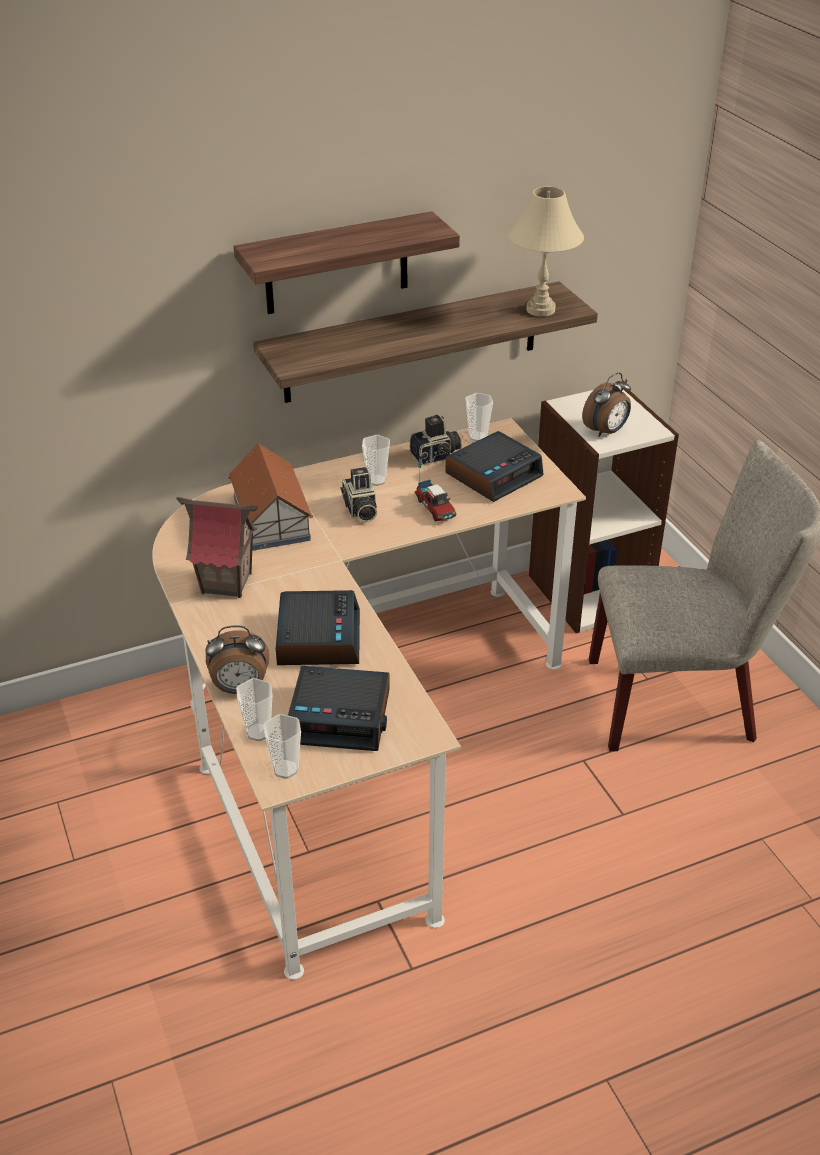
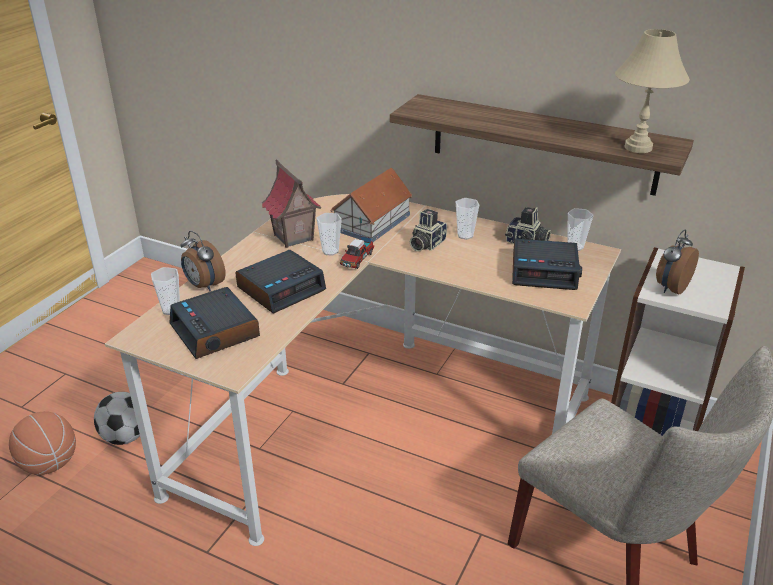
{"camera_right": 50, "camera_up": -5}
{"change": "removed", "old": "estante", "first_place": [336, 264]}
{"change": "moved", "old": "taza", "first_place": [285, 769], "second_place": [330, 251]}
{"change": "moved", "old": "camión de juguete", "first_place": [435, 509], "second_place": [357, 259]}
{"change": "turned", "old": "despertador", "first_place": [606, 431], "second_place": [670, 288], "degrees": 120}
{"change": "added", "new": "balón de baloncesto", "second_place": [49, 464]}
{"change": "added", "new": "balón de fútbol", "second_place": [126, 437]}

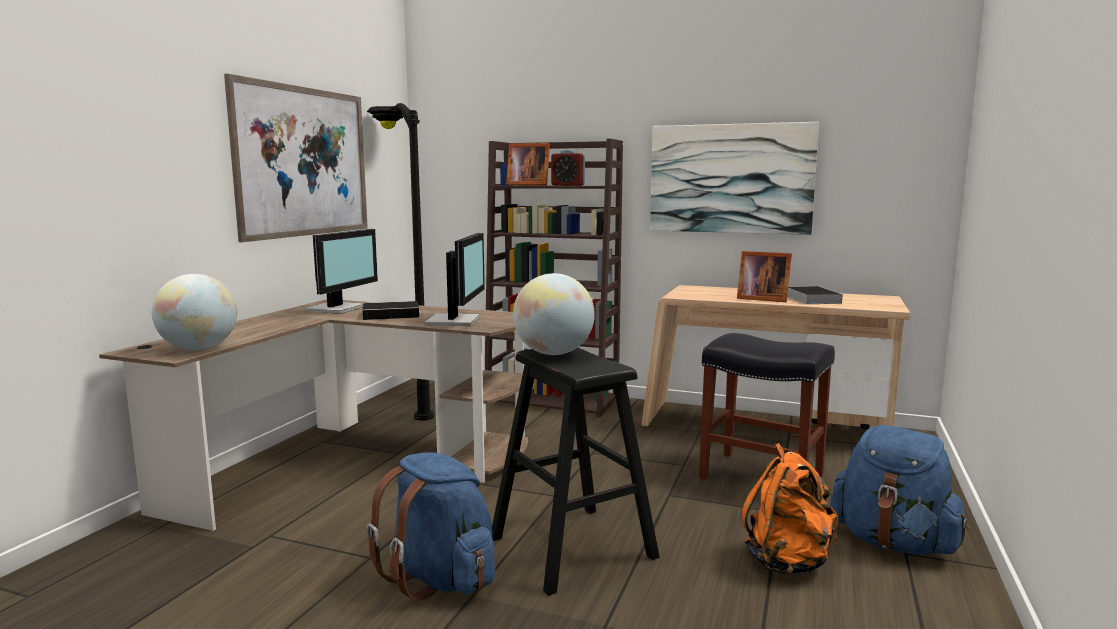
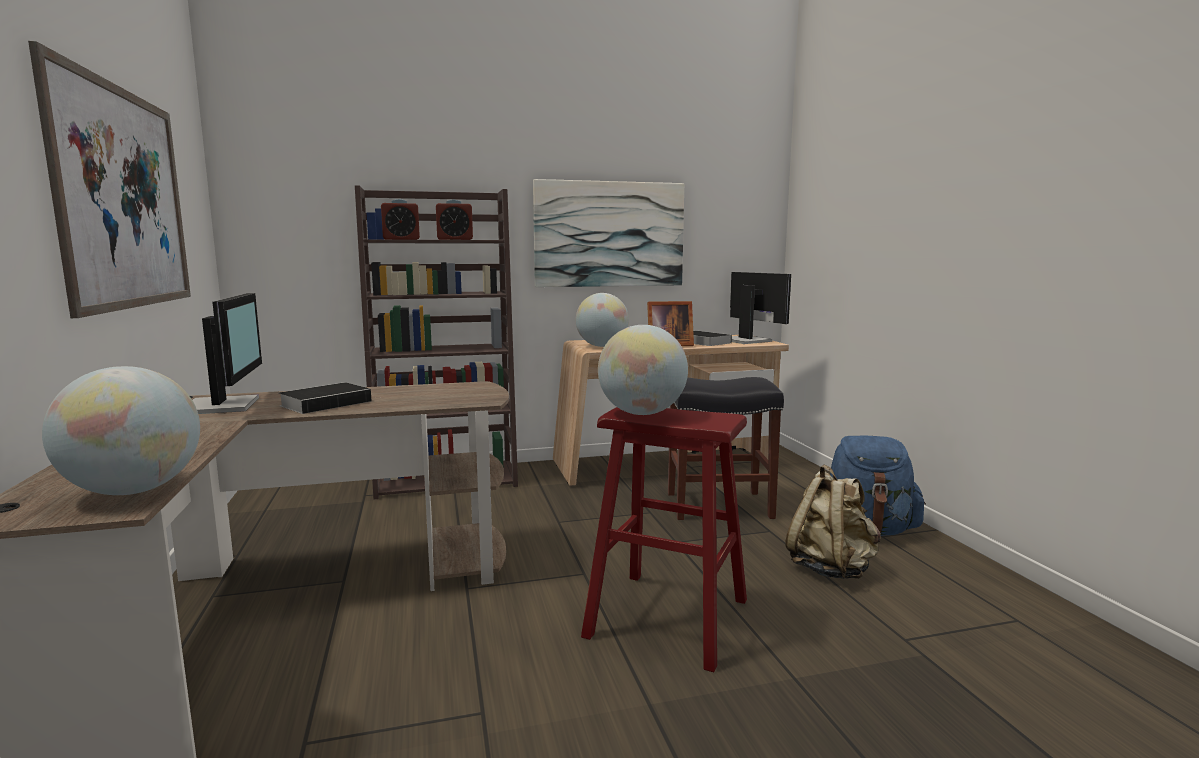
{"camera_right": -35, "camera_up": 0}
{"change": "removed", "old": "mochila/azul", "first_place": [440, 578]}
{"change": "removed", "old": "lámpara de pie/negro", "first_place": [406, 400]}
{"change": "moved", "old": "monitor", "first_place": [456, 320], "second_place": [746, 340]}
{"change": "recoloured", "old": "taburete/negro", "new": "taburete/rojo", "first_place": [572, 547], "second_place": [668, 617]}
{"change": "replaced", "old": "portarretratos", "new": "despertador", "first_place": [527, 185], "second_place": [401, 239]}
{"change": "recoloured", "old": "mochila/naranja", "new": "mochila/beis", "first_place": [788, 562], "second_place": [831, 568]}
{"change": "added", "new": "globo terráqueo", "second_place": [602, 346]}

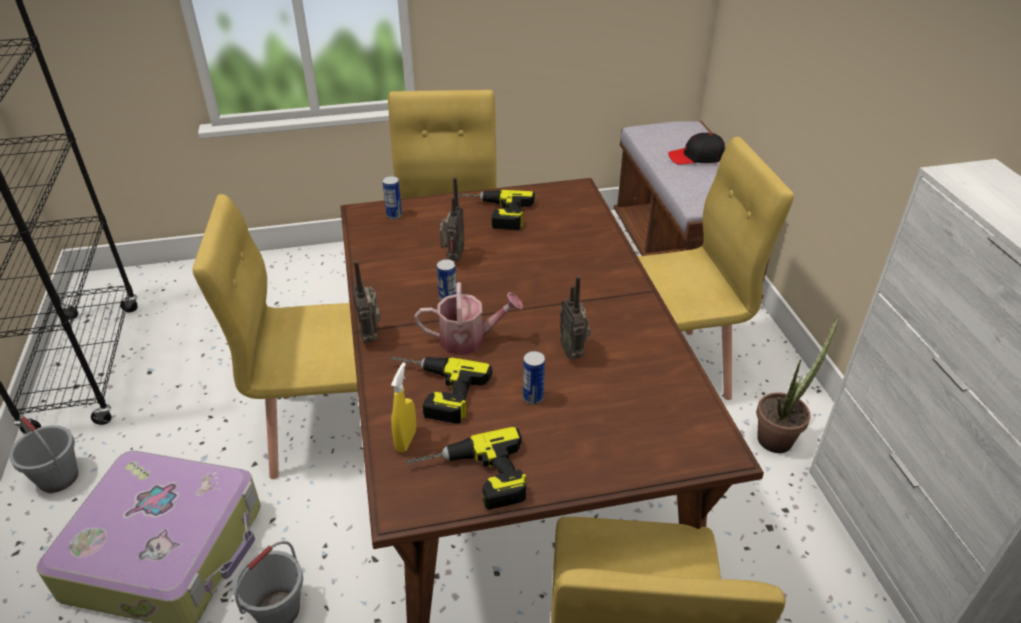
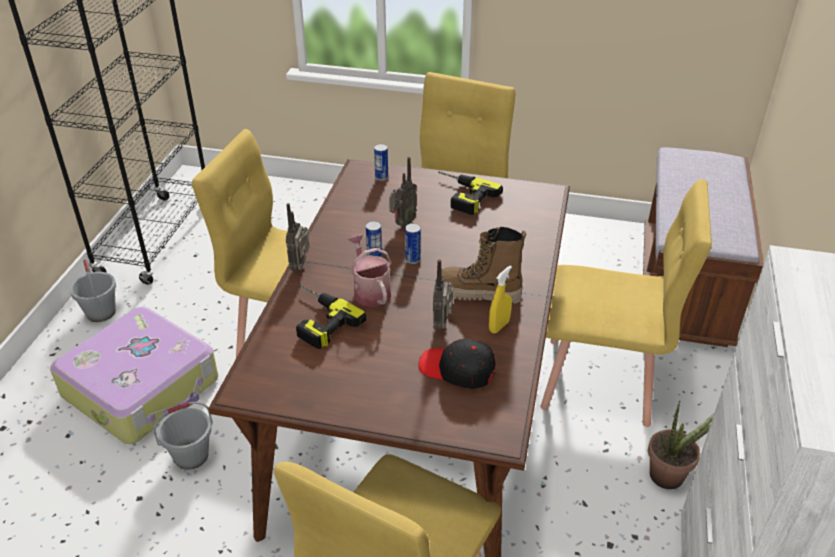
{"camera_right": 25, "camera_up": 0}
{"change": "moved", "old": "pulverizador/amarillo", "first_place": [406, 440], "second_place": [499, 326]}
{"change": "removed", "old": "taladro", "first_place": [471, 479]}
{"change": "turned", "old": "regadera", "first_place": [469, 339], "second_place": [370, 290], "degrees": -135}
{"change": "moved", "old": "lata", "first_place": [533, 397], "second_place": [413, 259]}
{"change": "moved", "old": "gorra/negro", "first_place": [696, 157], "second_place": [457, 369]}
{"change": "added", "new": "bota", "second_place": [478, 294]}

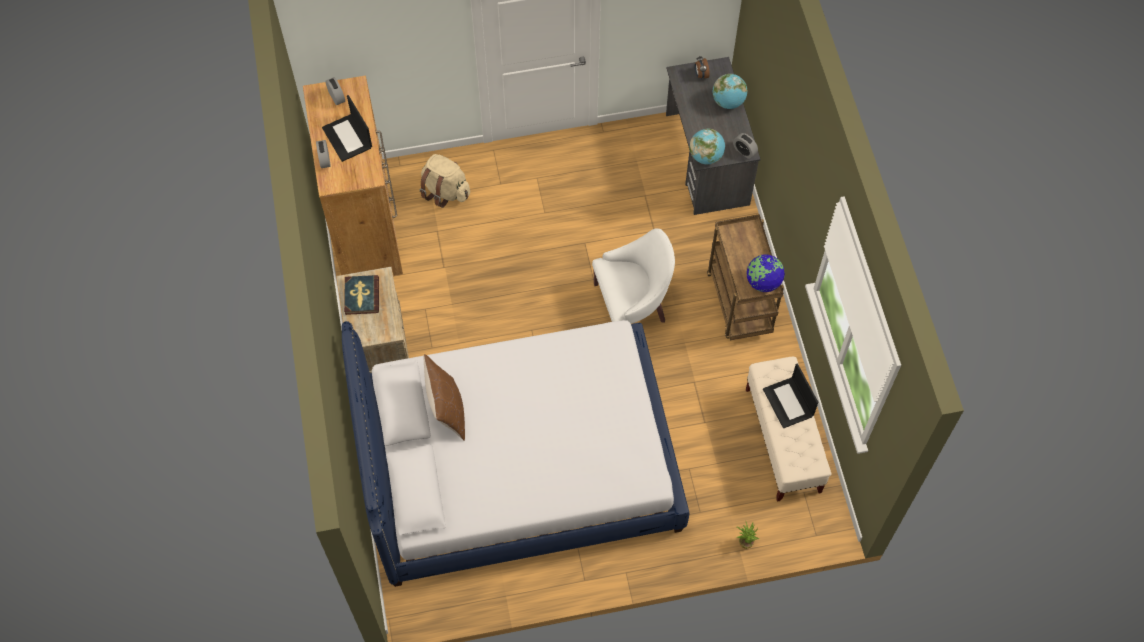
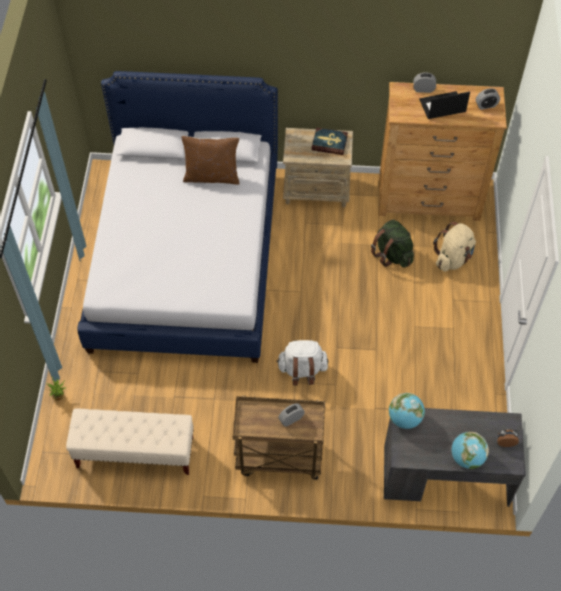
{"camera_right": 105, "camera_up": -5}
{"change": "replaced", "old": "sillón/blanco", "new": "mochila/blanco", "first_place": [631, 306], "second_place": [302, 370]}
{"change": "moved", "old": "despertador", "first_place": [744, 151], "second_place": [291, 419]}
{"change": "removed", "old": "globo terráqueo", "first_place": [763, 282]}
{"change": "removed", "old": "portátil", "first_place": [789, 403]}
{"change": "added", "new": "mochila/verde", "second_place": [392, 254]}

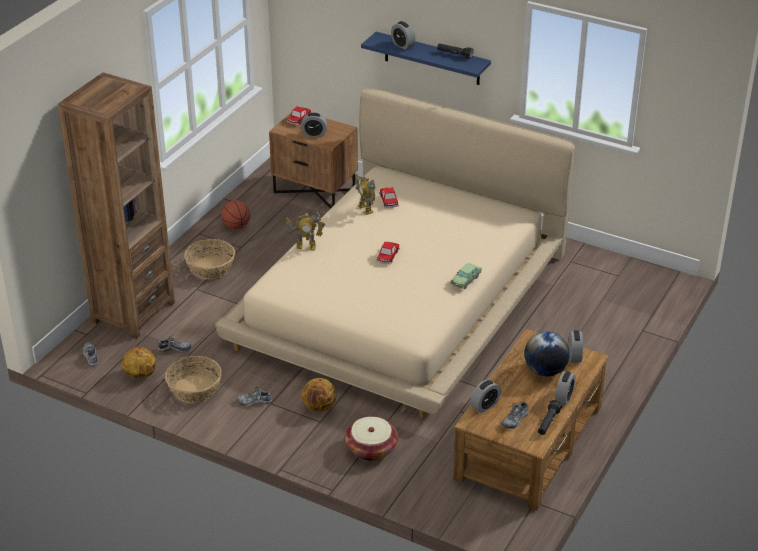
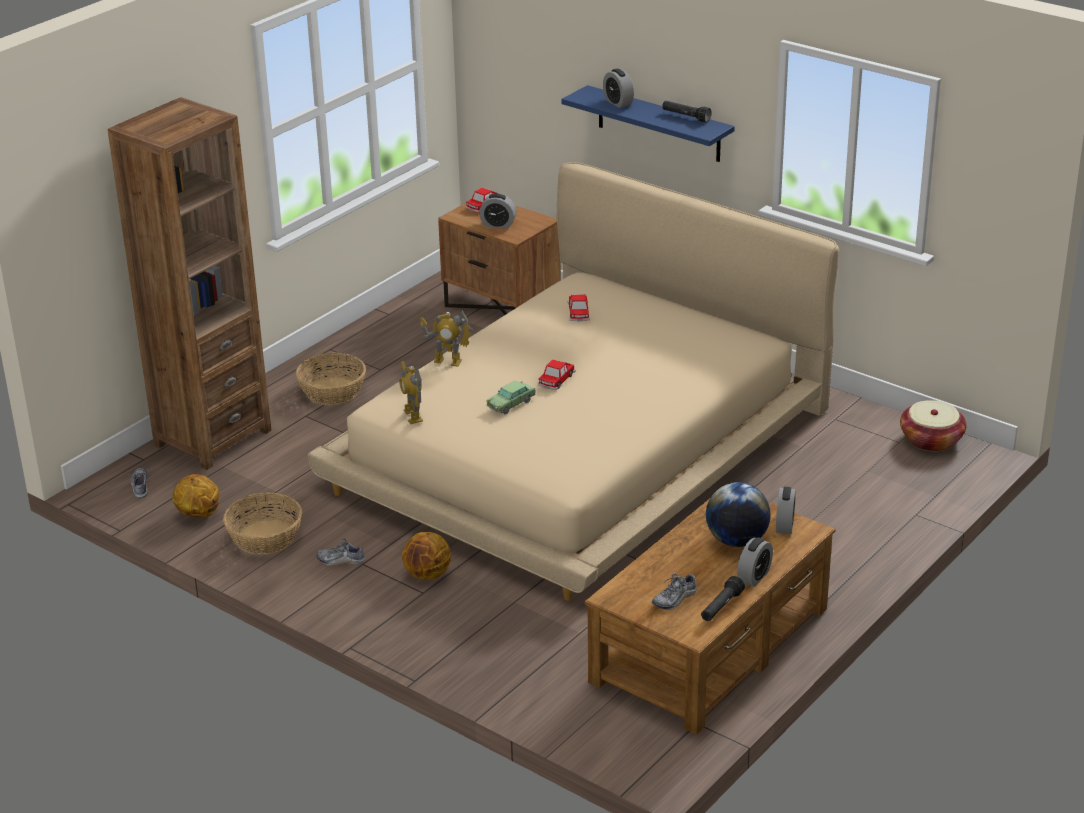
{"camera_right": 10, "camera_up": -5}
{"change": "removed", "old": "zapato", "first_place": [174, 349]}
{"change": "removed", "old": "balón de baloncesto", "first_place": [236, 226]}
{"change": "moved", "old": "cesta", "first_place": [371, 449], "second_place": [931, 440]}
{"change": "moved", "old": "robot de juguete", "first_place": [365, 209], "second_place": [412, 416]}
{"change": "moved", "old": "coche de juguete", "first_place": [465, 280], "second_place": [511, 404]}
{"change": "removed", "old": "despertador", "first_place": [485, 405]}

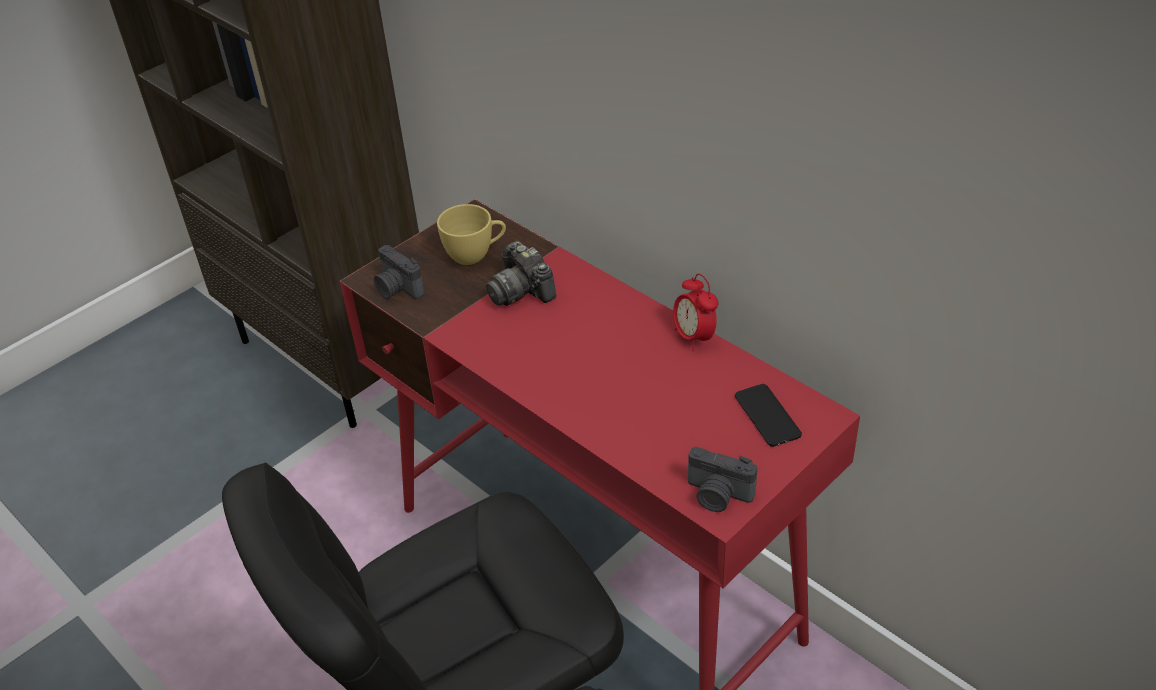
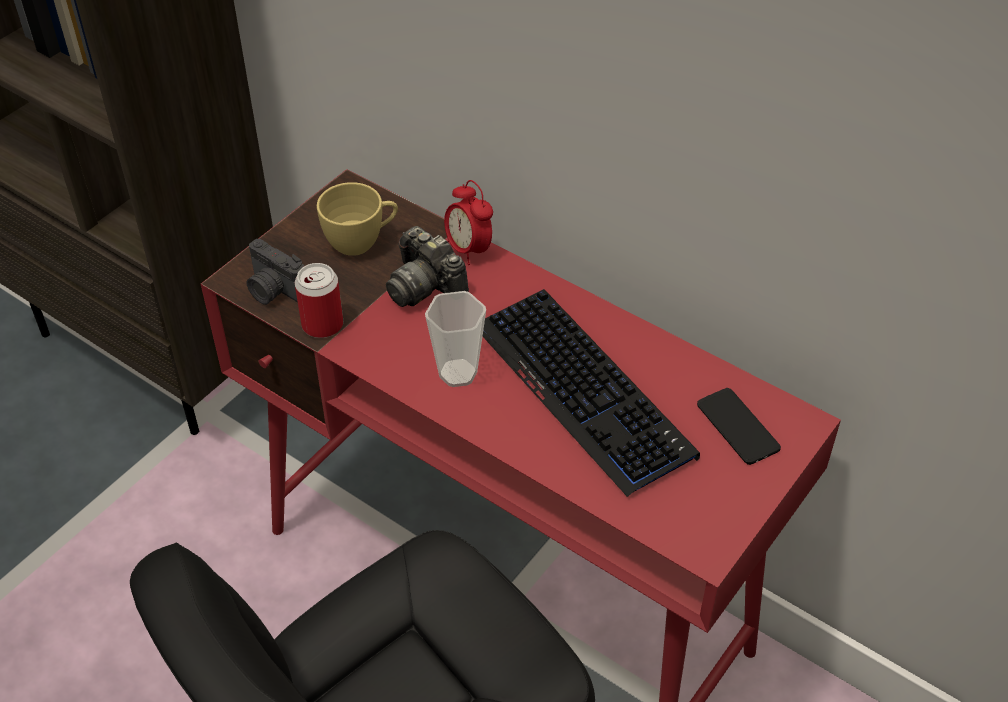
{"camera_right": -10, "camera_up": 5}
{"change": "moved", "old": "despertador", "first_place": [694, 337], "second_place": [468, 249]}
{"change": "removed", "old": "cámara", "first_place": [717, 495]}
{"change": "added", "new": "lata", "second_place": [322, 324]}
{"change": "added", "new": "taza", "second_place": [458, 373]}
{"change": "added", "new": "teclado", "second_place": [583, 391]}

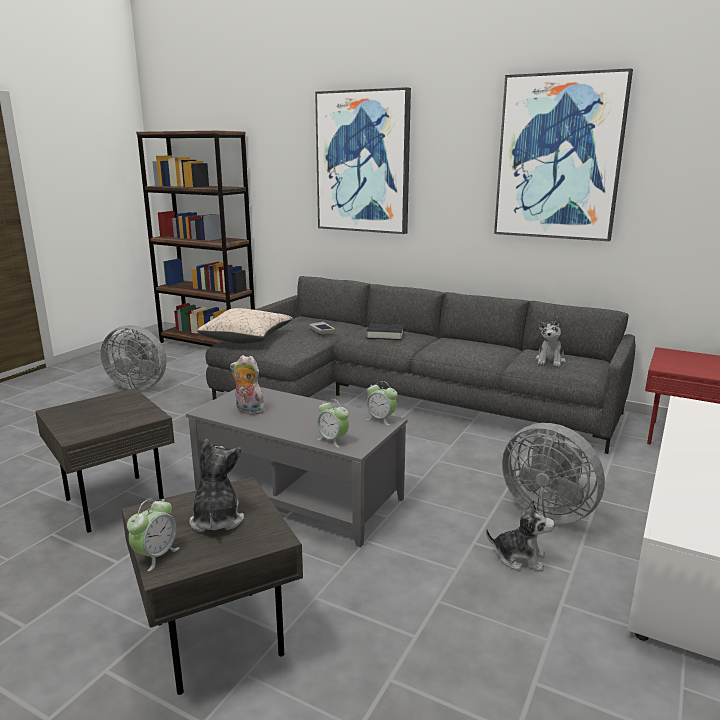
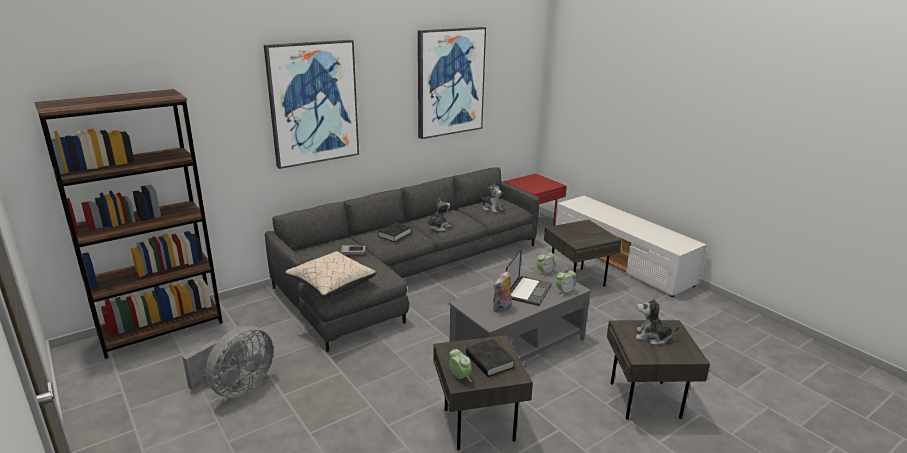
{"camera_right": -65, "camera_up": 5}
{"change": "moved", "old": "despertador", "first_place": [155, 556], "second_place": [459, 377]}
{"change": "moved", "old": "peluche", "first_place": [519, 558], "second_place": [438, 227]}
{"change": "replaced", "old": "ventilador/gris", "new": "mesa auxiliar/gris", "first_place": [548, 510], "second_place": [577, 280]}
{"change": "added", "new": "libro/negro", "second_place": [489, 361]}
{"change": "added", "new": "portátil", "second_place": [528, 291]}

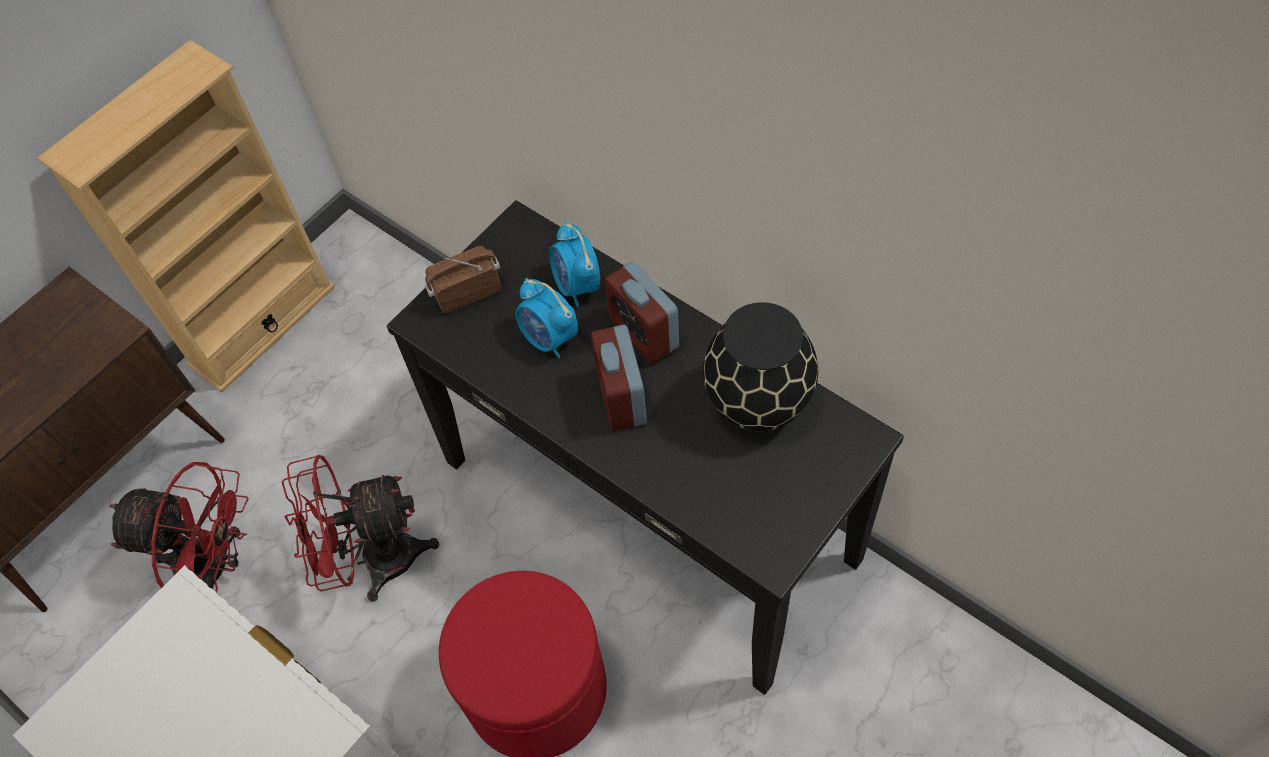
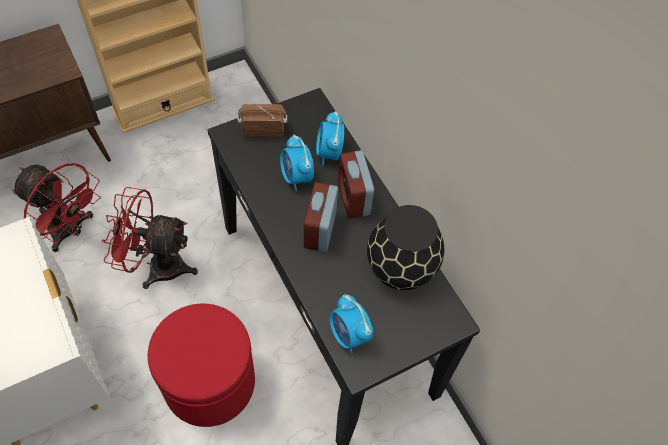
{"camera_right": 15, "camera_up": 0}
{"change": "added", "new": "despertador", "second_place": [349, 335]}

